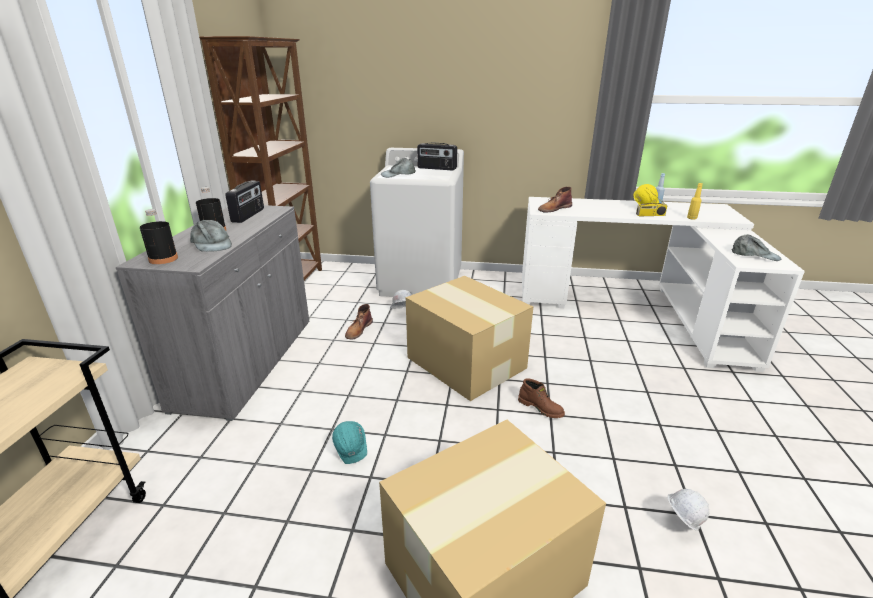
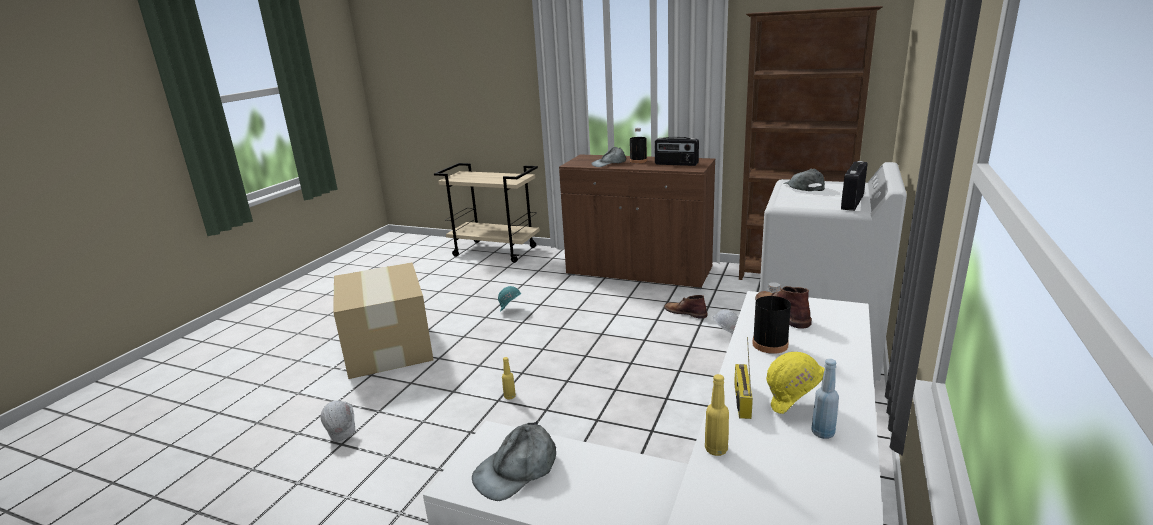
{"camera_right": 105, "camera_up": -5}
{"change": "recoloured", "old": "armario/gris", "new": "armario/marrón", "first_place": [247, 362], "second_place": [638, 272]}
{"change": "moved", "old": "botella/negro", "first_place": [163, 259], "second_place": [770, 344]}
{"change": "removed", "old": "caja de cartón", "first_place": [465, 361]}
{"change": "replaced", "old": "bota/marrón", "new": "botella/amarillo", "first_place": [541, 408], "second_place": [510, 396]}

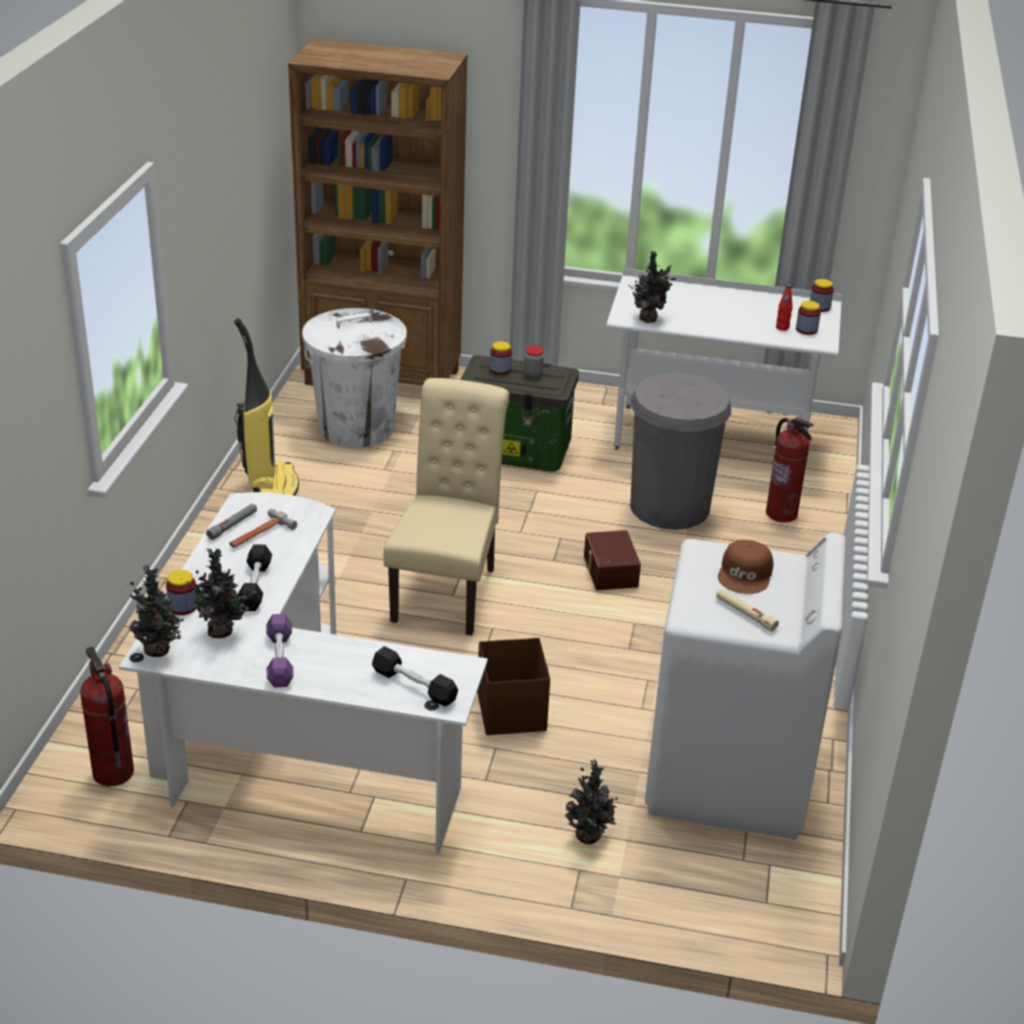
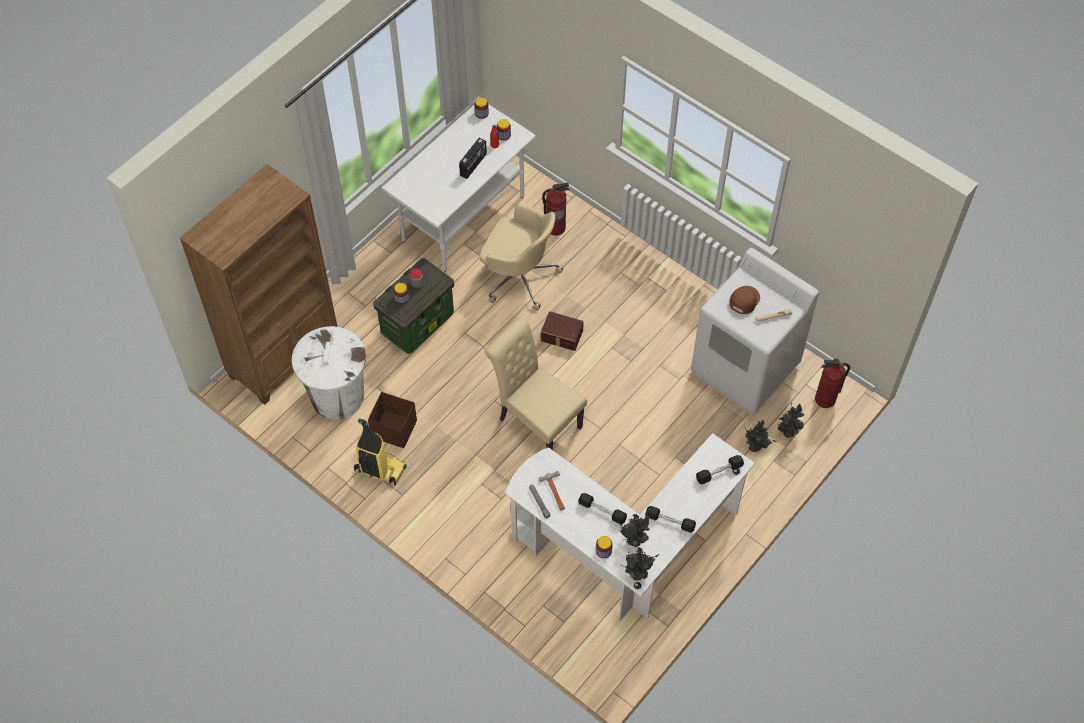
{"camera_right": -60, "camera_up": 25}
{"change": "moved", "old": "extintor", "first_place": [113, 773], "second_place": [825, 399]}
{"change": "recoloured", "old": "mancuerna/morado", "new": "mancuerna/negro", "first_place": [280, 659], "second_place": [670, 522]}
{"change": "moved", "old": "caja de almacenaje/marrón", "first_place": [512, 711], "second_place": [393, 429]}
{"change": "moved", "old": "planta en maceta", "first_place": [649, 318], "second_place": [787, 431]}
{"change": "replaced", "old": "papelera/gris", "new": "silla de oficina/beis", "first_place": [669, 507], "second_place": [519, 276]}
{"change": "turned", "old": "gorra/marrón", "first_place": [746, 574], "second_place": [744, 300], "degrees": -105}
{"change": "added", "new": "radio", "second_place": [473, 165]}

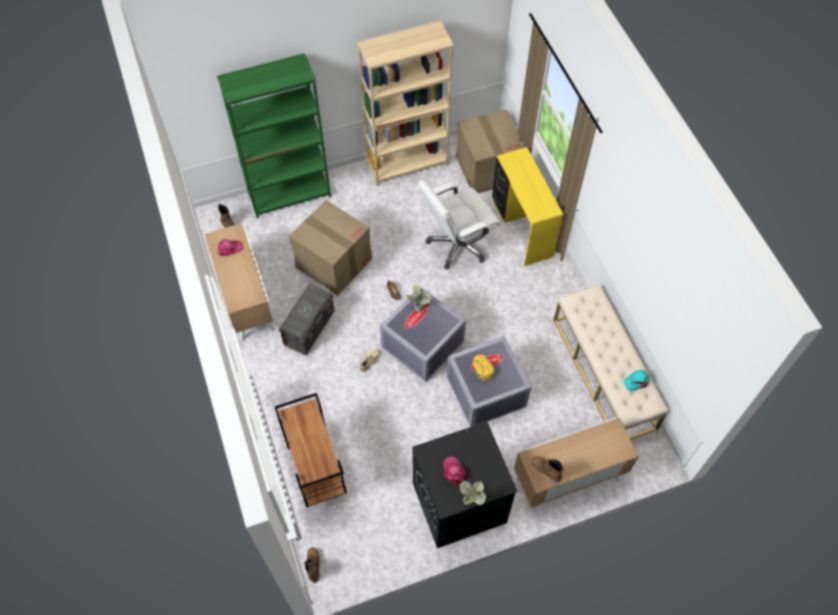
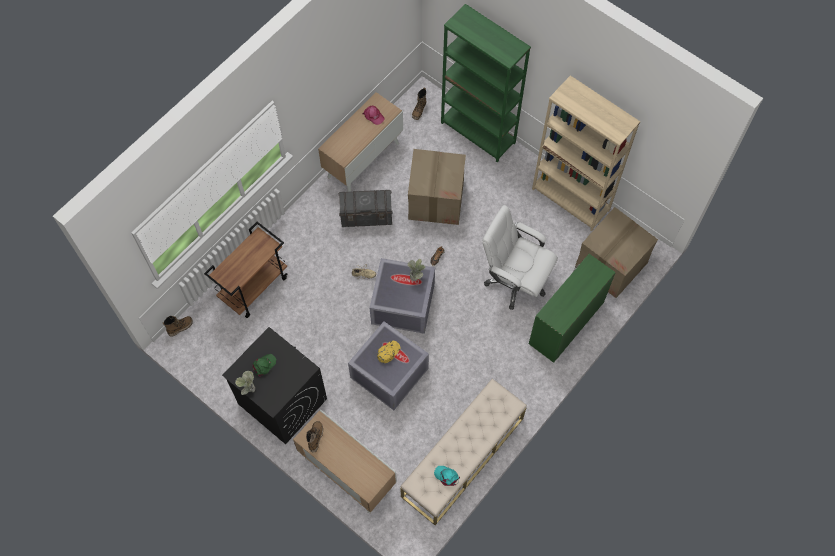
{"camera_right": 60, "camera_up": 5}
{"change": "recoloured", "old": "gorra/rosa", "new": "gorra/verde", "first_place": [454, 472], "second_place": [264, 365]}
{"change": "recoloured", "old": "escritorio/amarillo", "new": "escritorio/verde", "first_place": [521, 228], "second_place": [565, 322]}

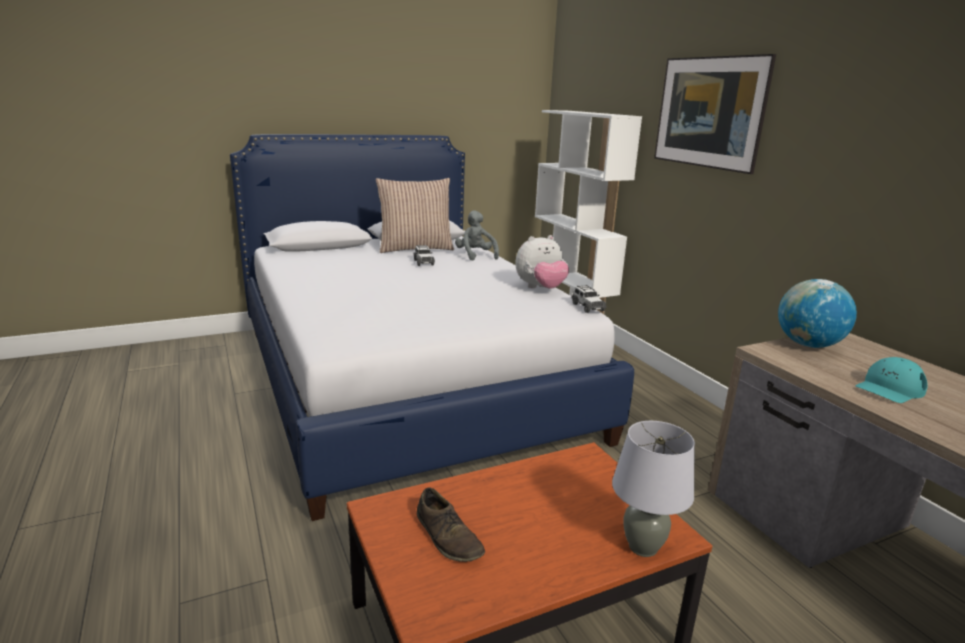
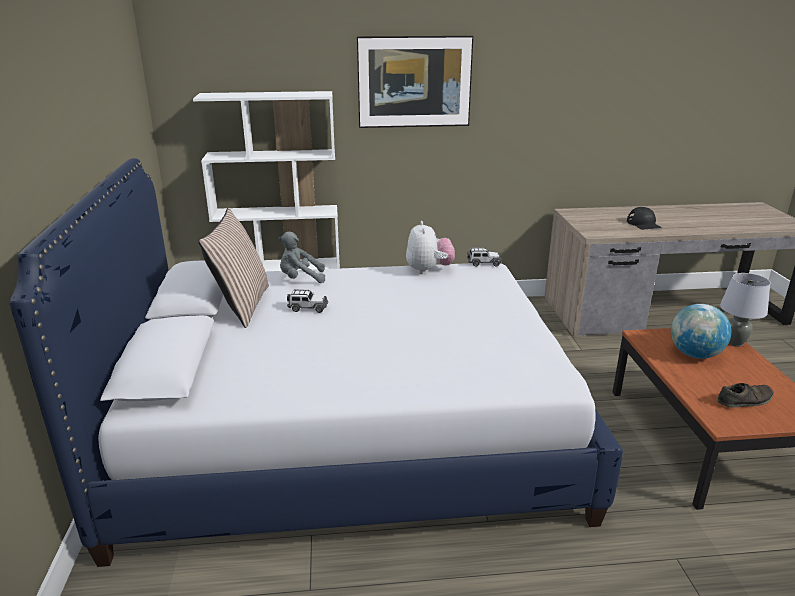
{"camera_right": -70, "camera_up": 5}
{"change": "moved", "old": "globo terráqueo", "first_place": [808, 344], "second_place": [694, 354]}
{"change": "recoloured", "old": "gorra/turquesa", "new": "gorra/negro", "first_place": [889, 389], "second_place": [644, 224]}

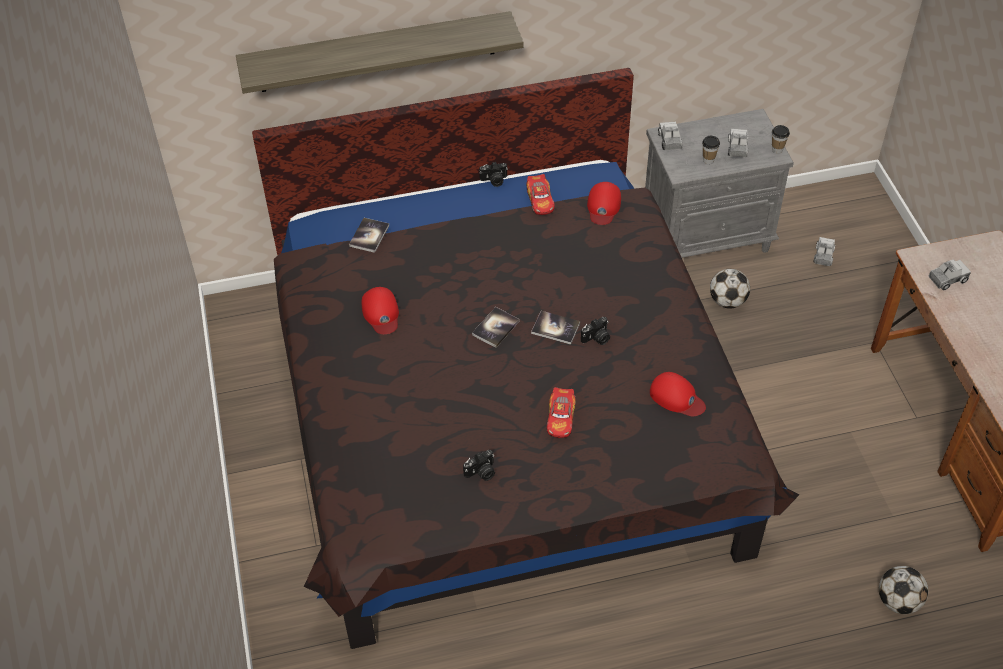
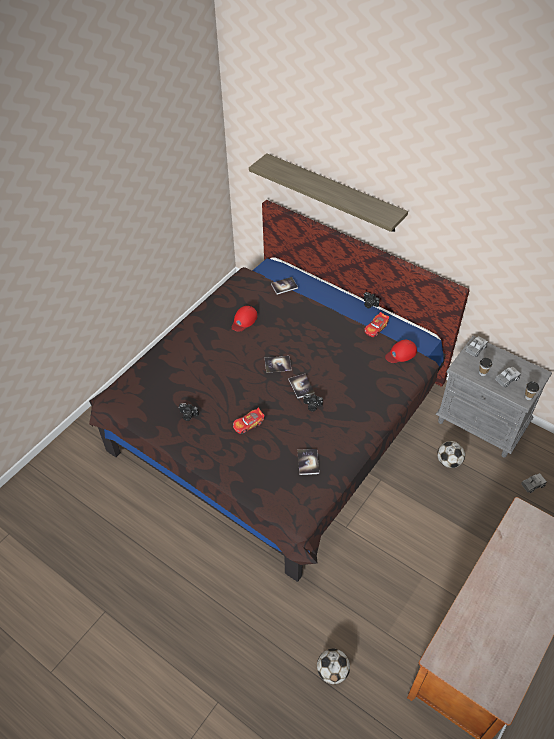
{"camera_right": 50, "camera_up": 0}
{"change": "replaced", "old": "gorra/rojo", "new": "libro", "first_place": [676, 397], "second_place": [308, 462]}
{"change": "removed", "old": "camión de juguete", "first_place": [947, 279]}

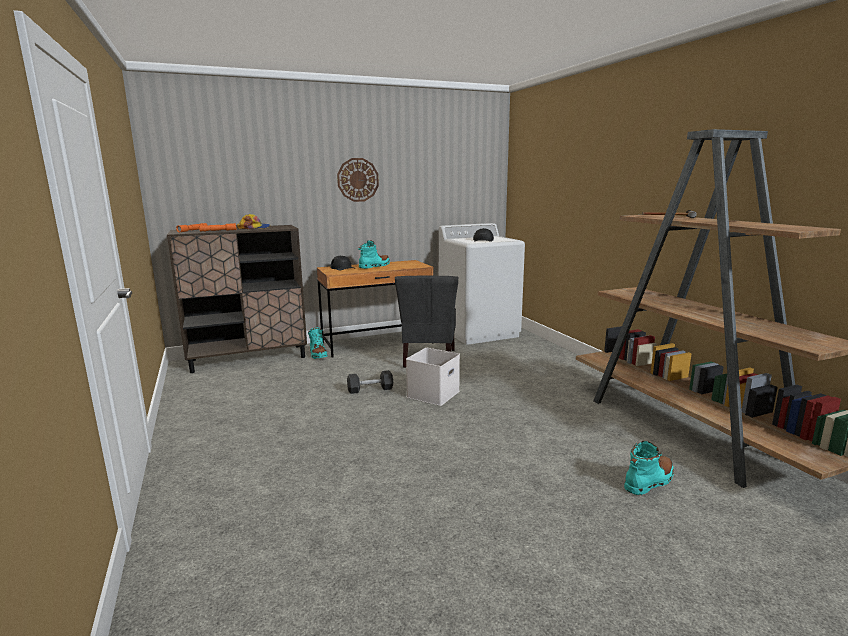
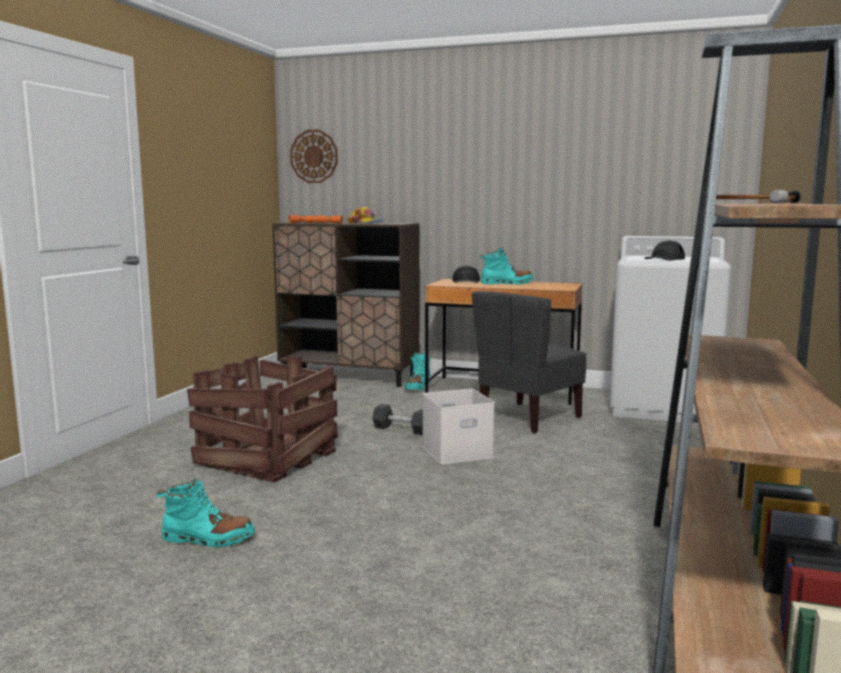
{"camera_right": 40, "camera_up": -5}
{"change": "moved", "old": "reloj de pared", "first_place": [358, 180], "second_place": [314, 156]}
{"change": "moved", "old": "bota/turquesa", "first_place": [649, 481], "second_place": [208, 539]}
{"change": "added", "new": "caja de embalaje", "second_place": [268, 457]}

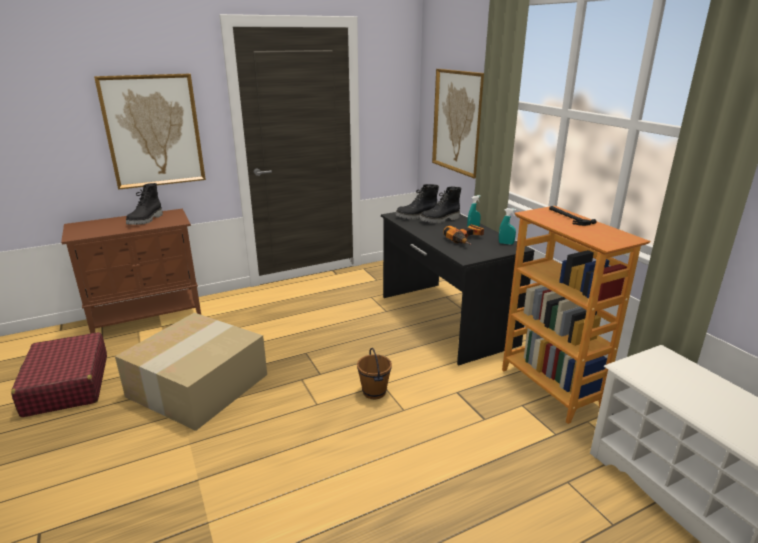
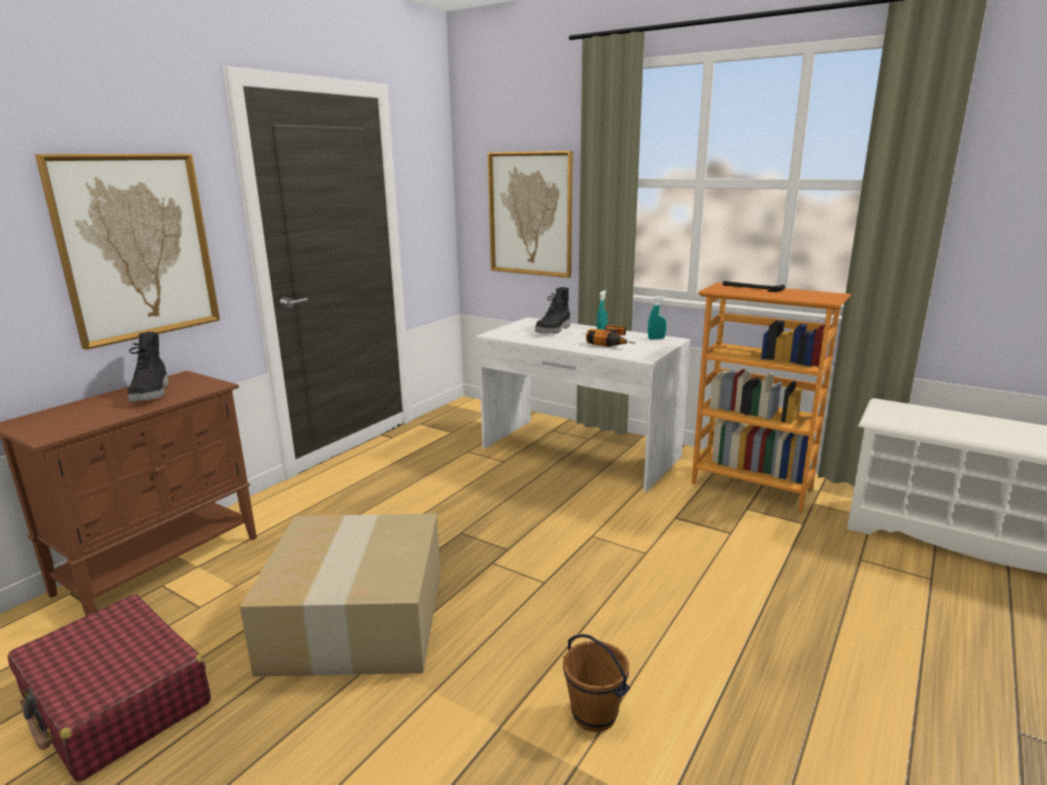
{"camera_right": -30, "camera_up": -5}
{"change": "moved", "old": "cubo/marrón", "first_place": [374, 392], "second_place": [593, 715]}
{"change": "recoloured", "old": "escritorio/negro", "new": "escritorio/blanco", "first_place": [445, 319], "second_place": [579, 452]}
{"change": "removed", "old": "bota/negro", "first_place": [416, 216]}

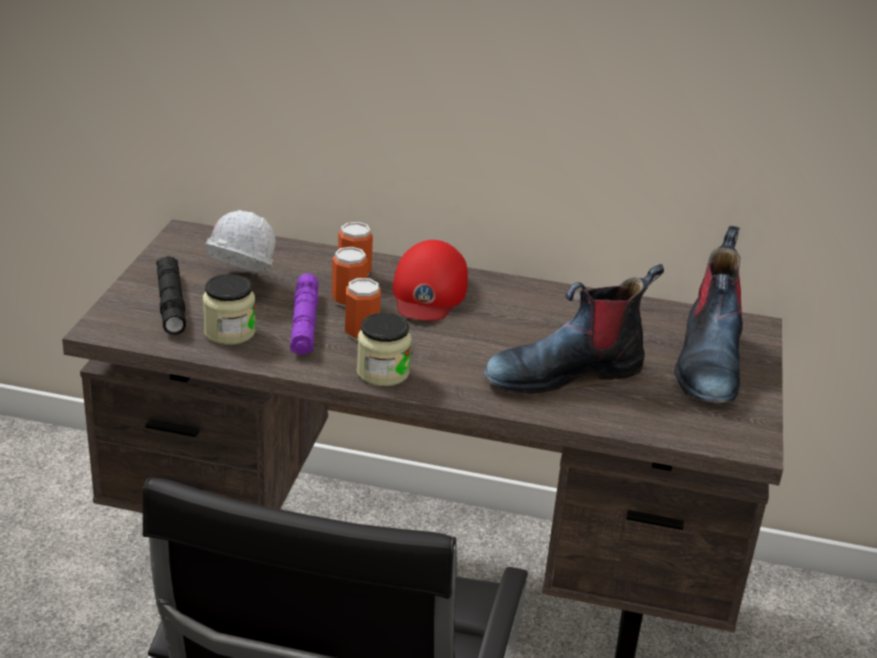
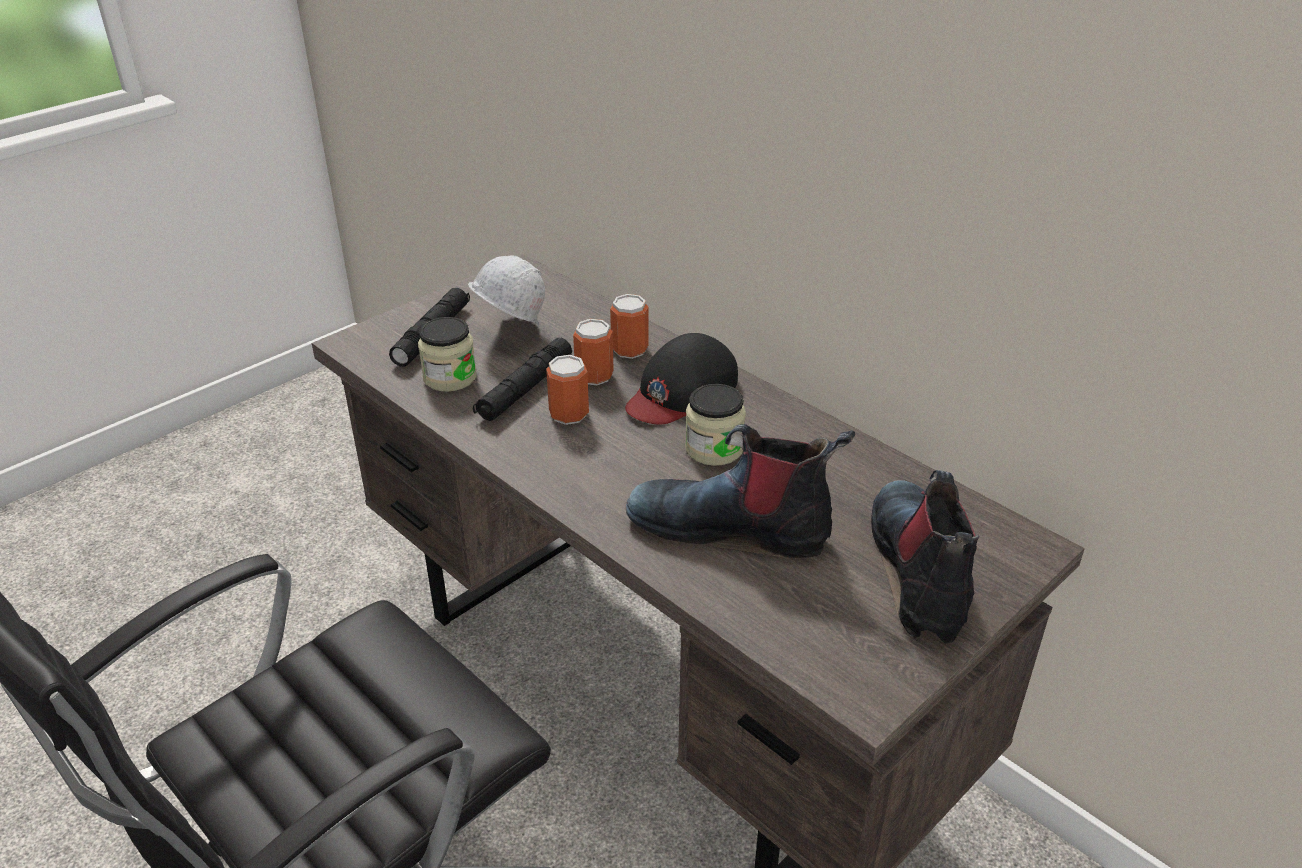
{"camera_right": 35, "camera_up": 5}
{"change": "recoloured", "old": "linterna/morado", "new": "linterna/negro", "first_place": [304, 324], "second_place": [525, 389]}
{"change": "moved", "old": "tarro", "first_place": [383, 372], "second_place": [714, 449]}
{"change": "recoloured", "old": "gorra/rojo", "new": "gorra/negro", "first_place": [428, 292], "second_place": [681, 391]}
{"change": "turned", "old": "bota", "first_place": [708, 362], "second_place": [920, 572], "degrees": 135}

